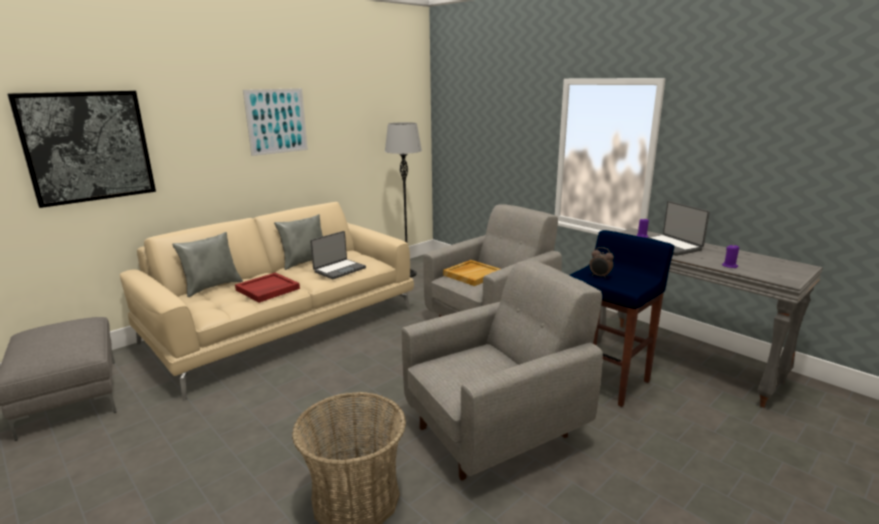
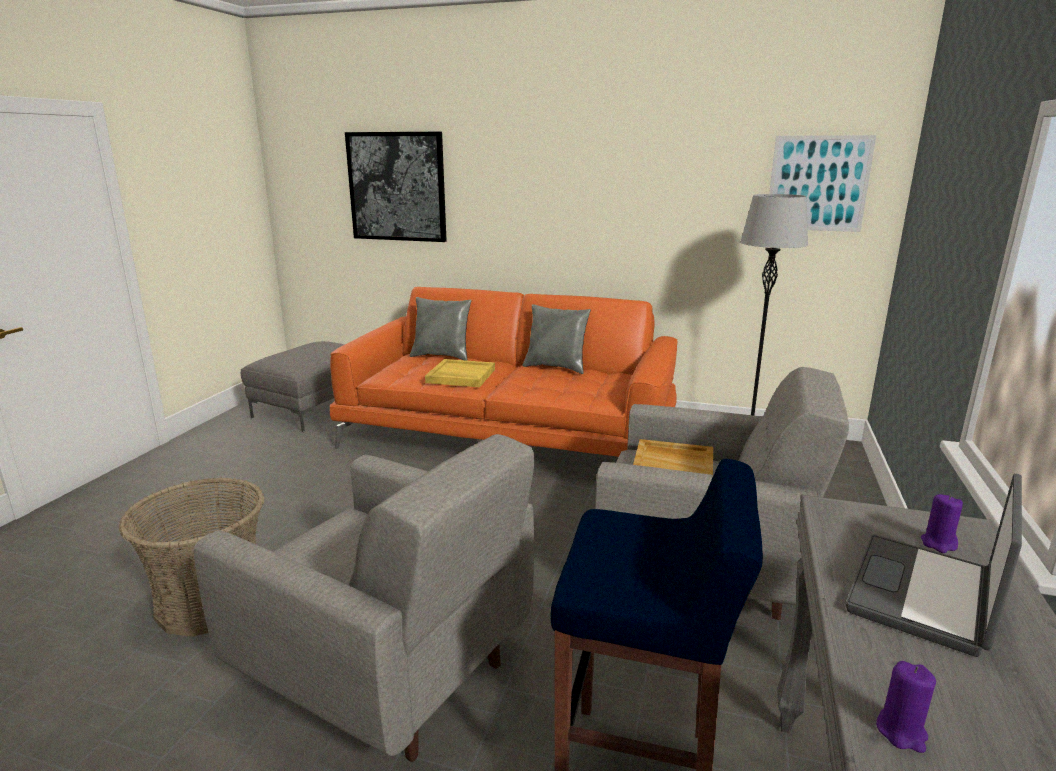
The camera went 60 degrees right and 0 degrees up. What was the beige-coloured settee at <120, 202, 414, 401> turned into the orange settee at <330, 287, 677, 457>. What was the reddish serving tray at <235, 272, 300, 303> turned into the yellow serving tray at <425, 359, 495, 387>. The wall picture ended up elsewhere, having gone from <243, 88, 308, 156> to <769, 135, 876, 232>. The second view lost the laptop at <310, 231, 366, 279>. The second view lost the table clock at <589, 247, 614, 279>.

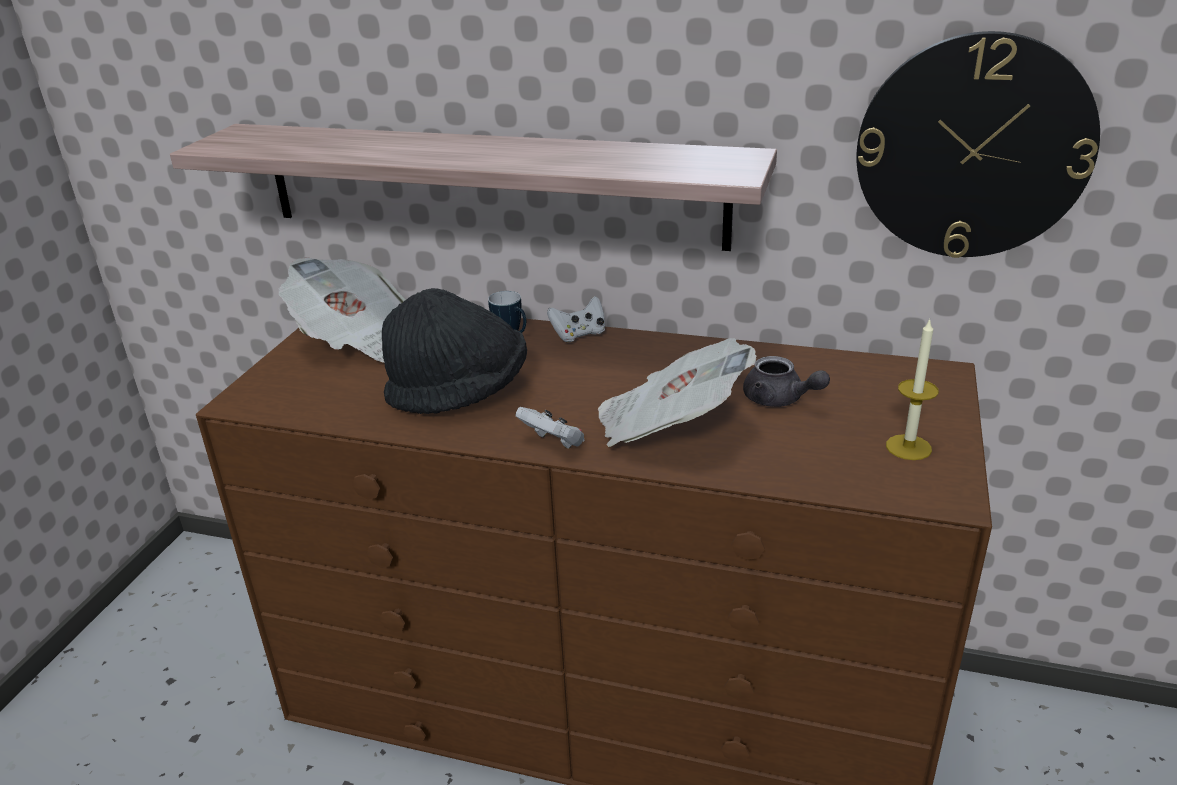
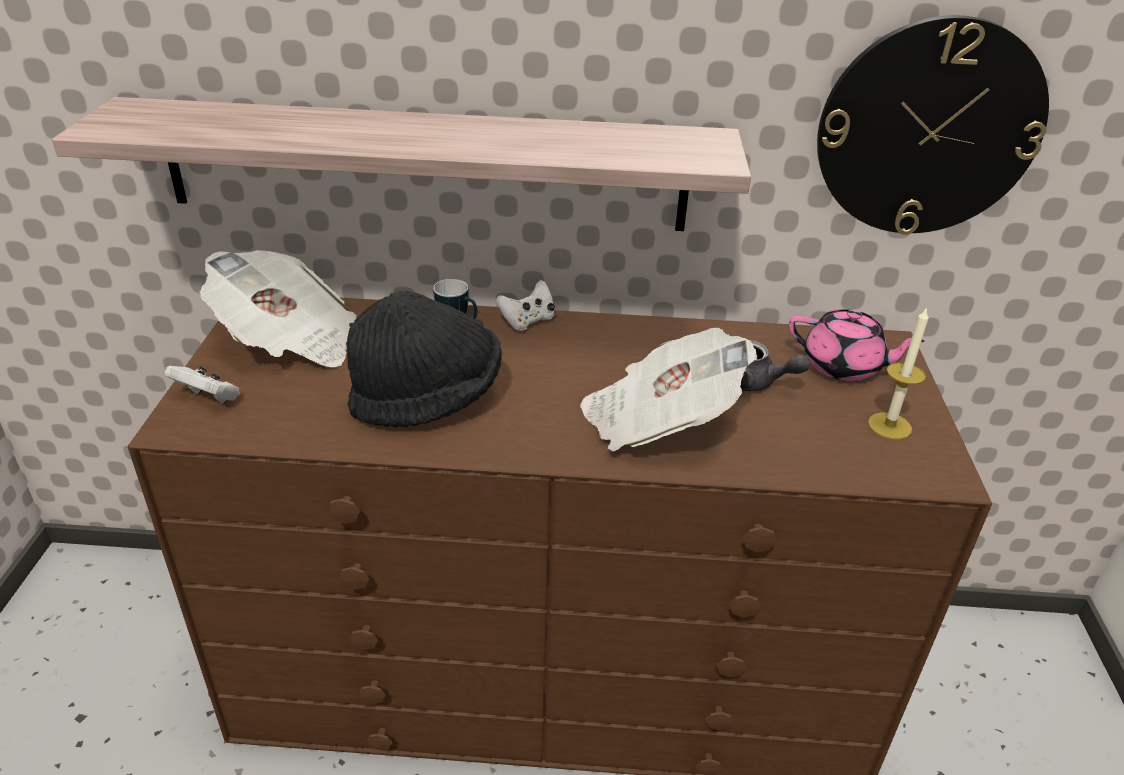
The camera went 15 degrees left and 5 degrees up. The whitish gamepad ended up elsewhere, having gone from <515, 407, 584, 449> to <165, 366, 240, 403>. The second view gained the pinkish tea pot at <789, 309, 924, 381>.

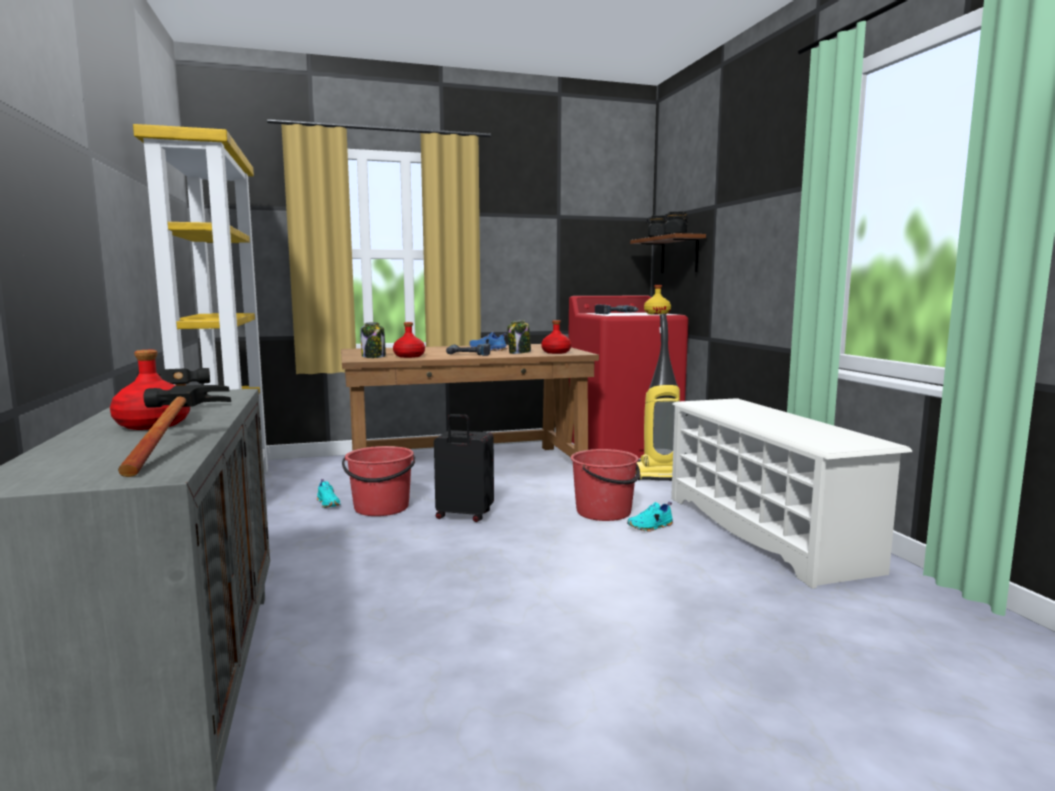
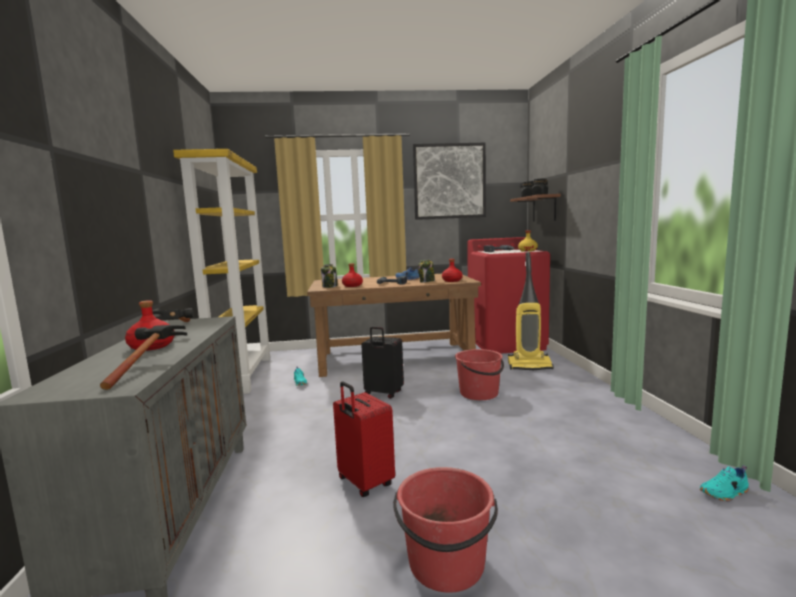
The camera went 10 degrees right and 0 degrees up. The second view gained the reddish suitcase at <333, 381, 395, 497>. The reddish pail ended up elsewhere, having gone from <342, 446, 415, 516> to <393, 467, 498, 593>. The second view gained the wall picture at <413, 143, 486, 220>. The turquoise item of footwear ended up elsewhere, having gone from <627, 502, 673, 532> to <700, 465, 749, 501>. The second view lost the whitish shoe stand at <671, 398, 912, 589>.

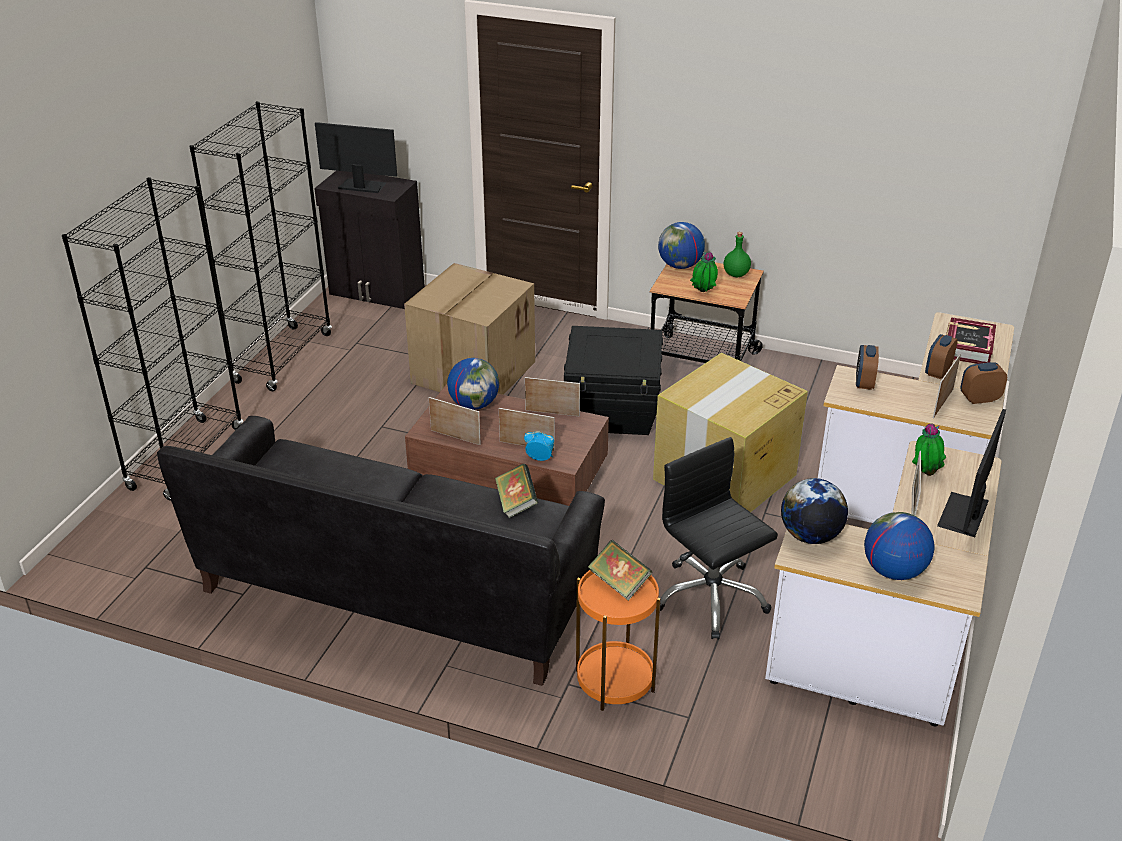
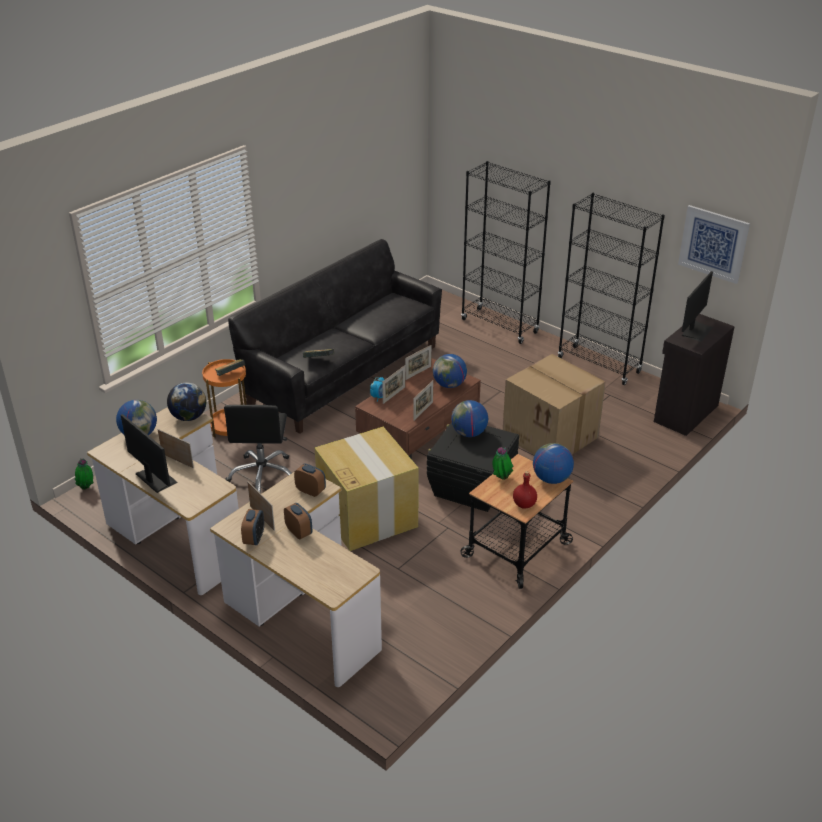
The camera went 110 degrees right and 0 degrees up. The potted plant ended up elsewhere, having gone from <912, 423, 946, 476> to <74, 458, 94, 490>. The black office chair at <660, 437, 778, 639> ended up facing another way, 105 degrees clockwise from before. The second view gained the desk globe at <451, 400, 488, 437>. What was the green-coloured beverage bottle at <724, 232, 751, 278> turned into the reddish beverage bottle at <513, 471, 537, 509>. The second view gained the wall picture at <678, 205, 750, 284>. The second view lost the bound book at <946, 317, 996, 364>.

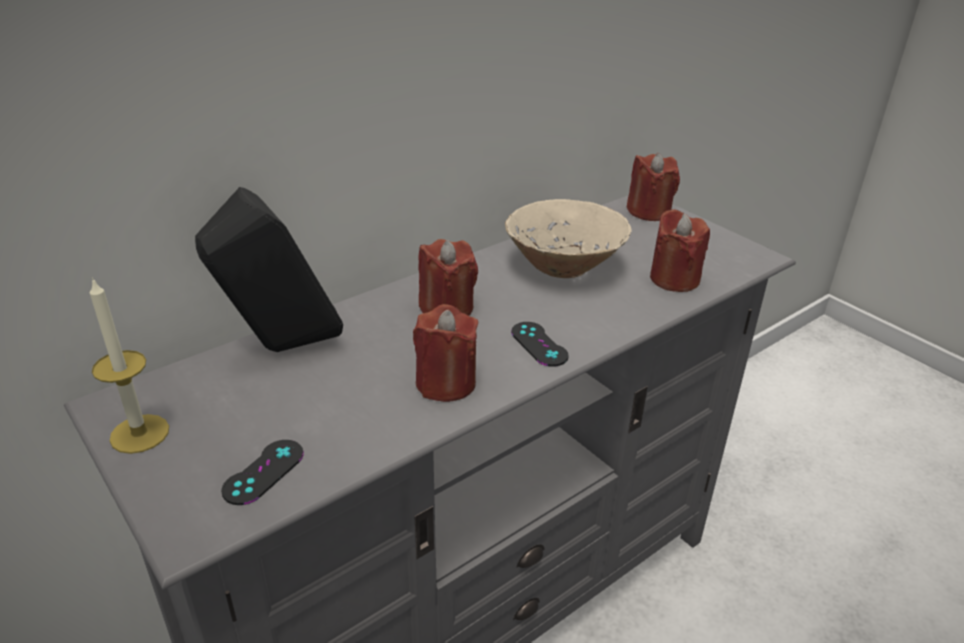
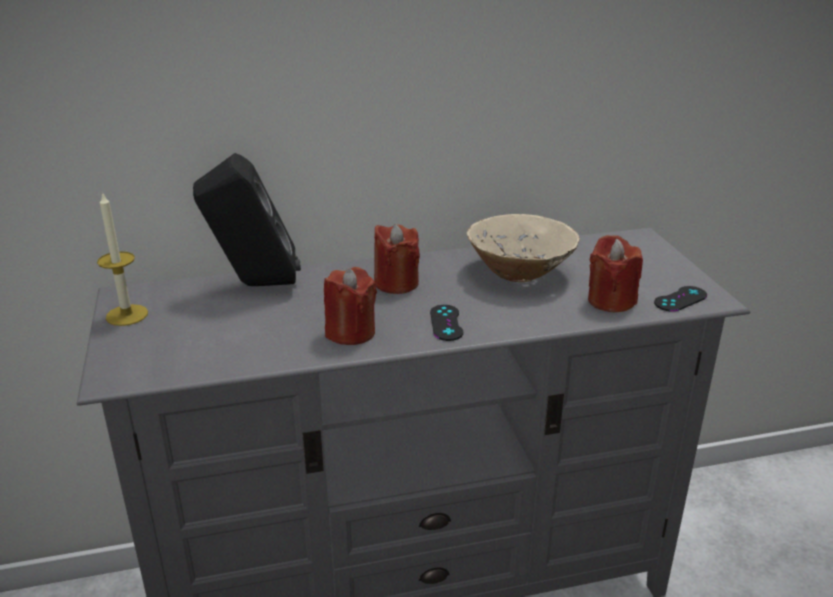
The camera went 25 degrees right and 5 degrees down. The black gamepad ended up elsewhere, having gone from <221, 440, 304, 505> to <654, 286, 707, 312>. The second view lost the reddish wax light at <627, 153, 680, 221>.

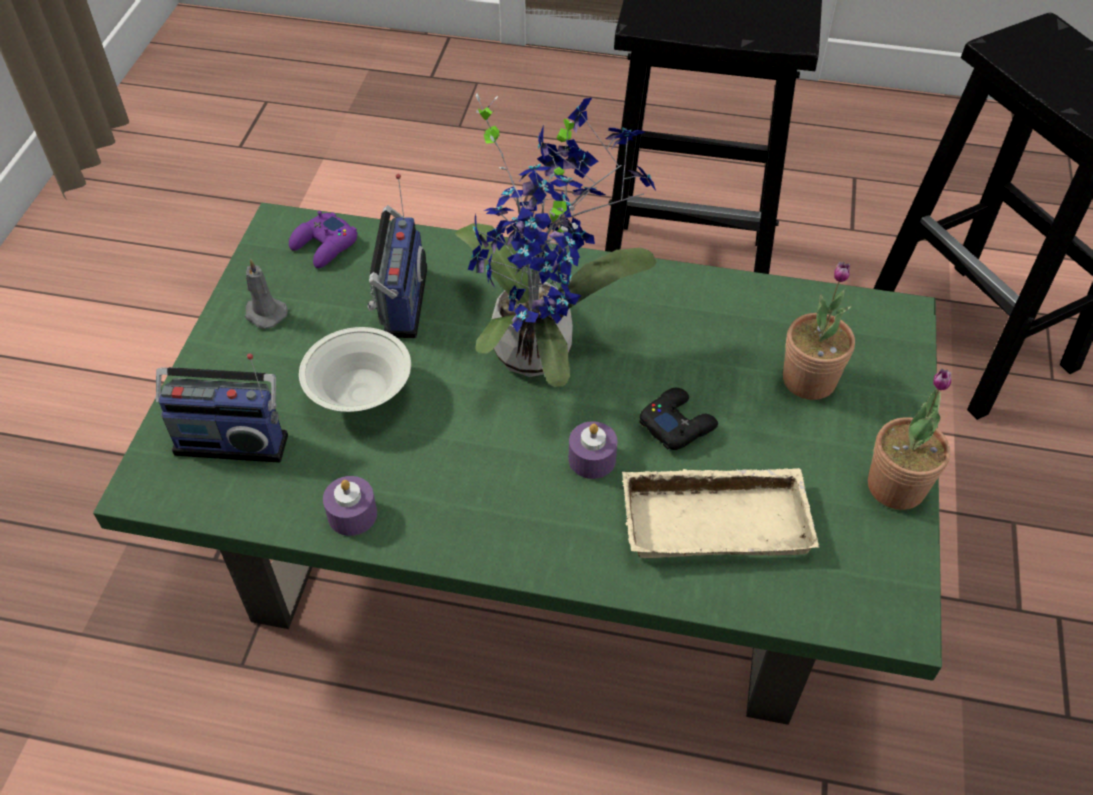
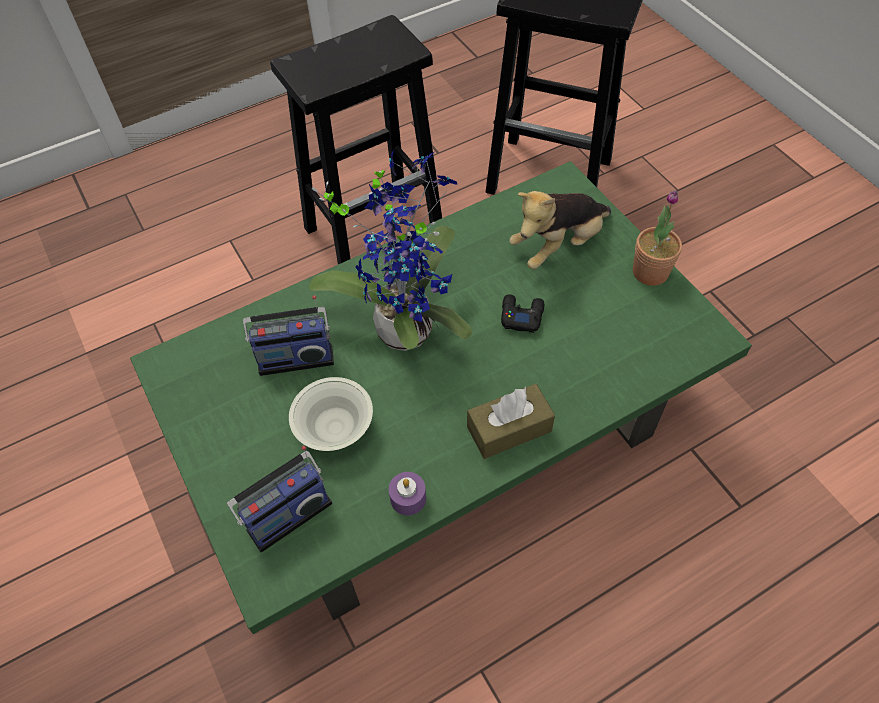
The camera went 40 degrees left and 5 degrees up. The radio set at <367, 174, 427, 338> ended up facing another way, 120 degrees clockwise from before. The second view gained the brown-coloured tissue box at <467, 384, 555, 459>. Where the potted plant stood at <783, 262, 855, 400>, the soft toy came to stand at <509, 191, 611, 270>. The second view lost the gray wax light at <245, 259, 288, 328>. The second view lost the purplish gamepad at <289, 211, 357, 268>. The second view lost the purplish wax light at <569, 421, 617, 479>. The second view lost the beige-coloured serving tray at <622, 468, 819, 558>.

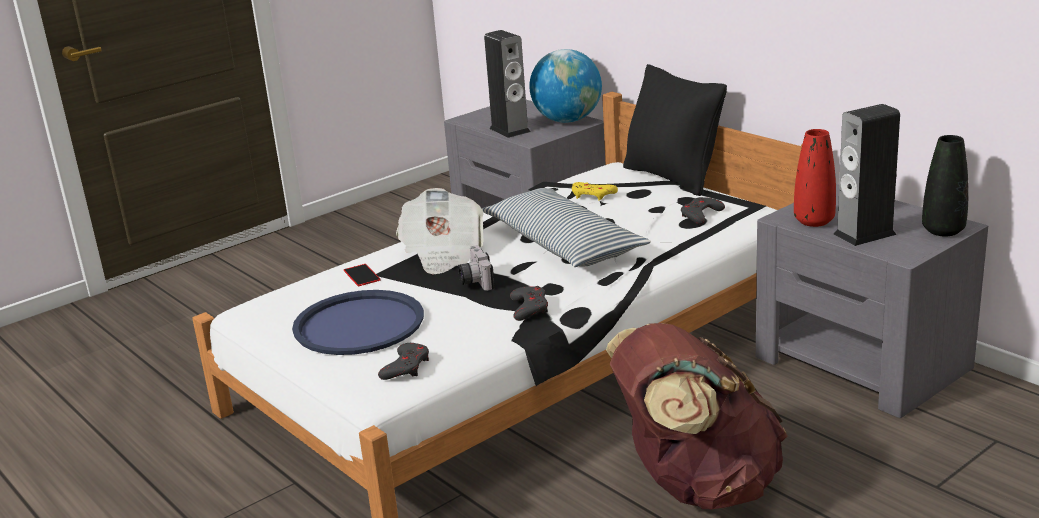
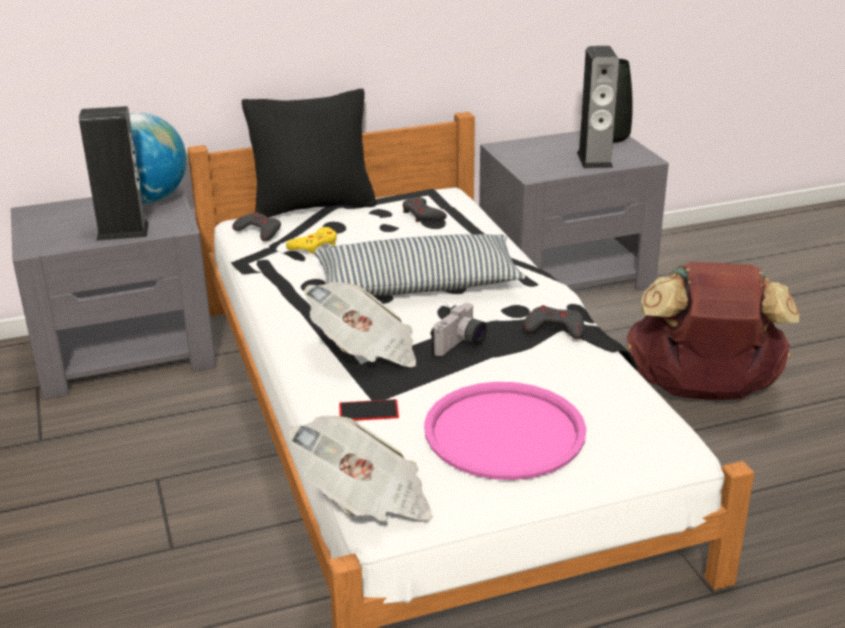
The camera went 70 degrees left and 5 degrees up. The gray gamepad ended up elsewhere, having gone from <378, 343, 429, 380> to <232, 212, 281, 241>. The second view gained the daily paper at <289, 416, 433, 522>. What was the blue-coloured serving tray at <292, 290, 424, 355> turned into the pinkish serving tray at <424, 382, 586, 480>. The still camera at <458, 246, 495, 291> ended up facing another way, 60 degrees counterclockwise from before. The second view lost the reddish decorative vase at <794, 129, 836, 227>.

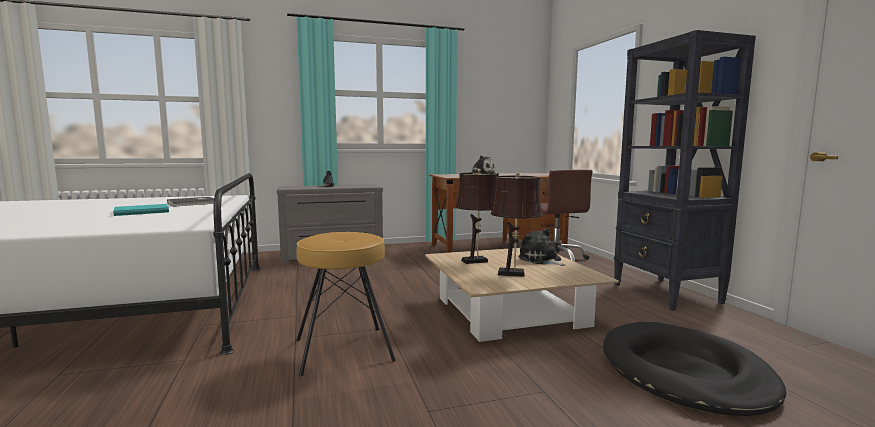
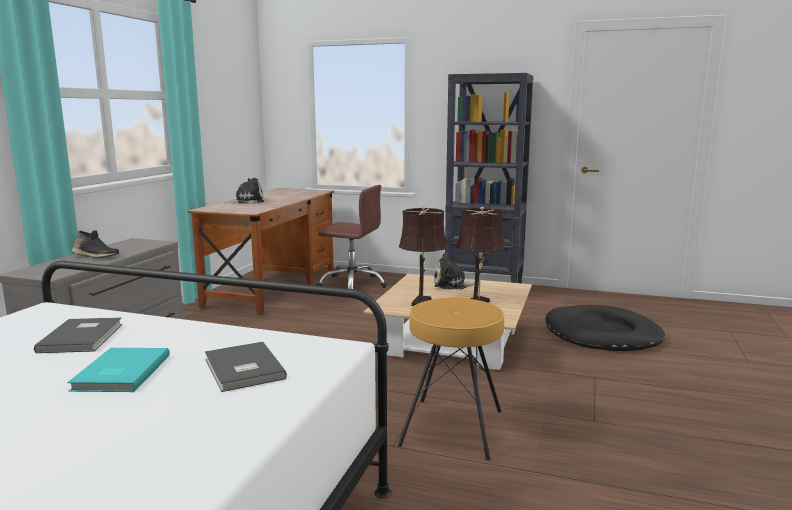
The camera went 55 degrees left and 5 degrees up. The second view gained the gray bound book at <205, 342, 287, 392>.

